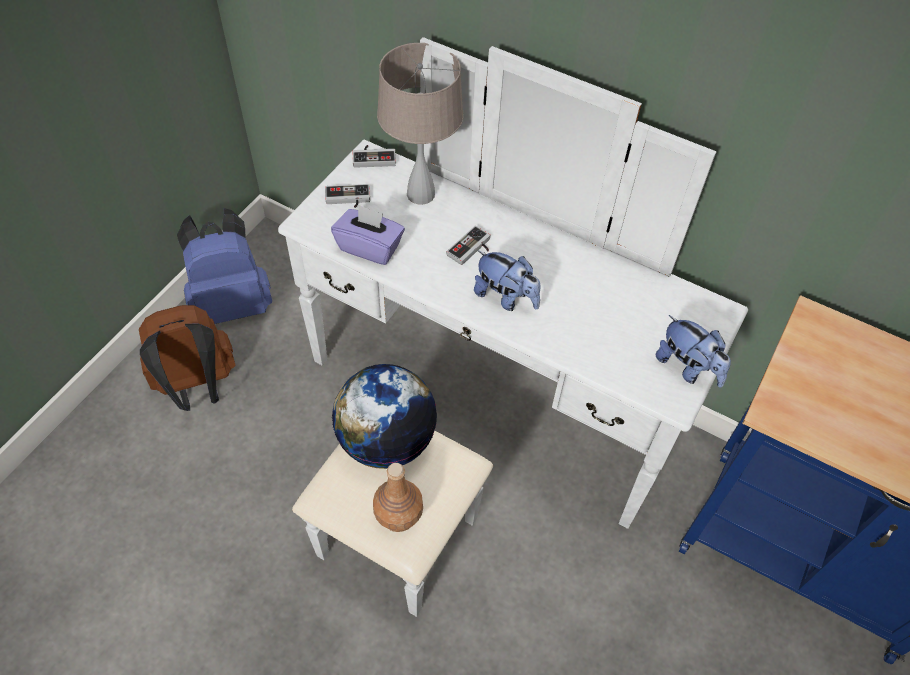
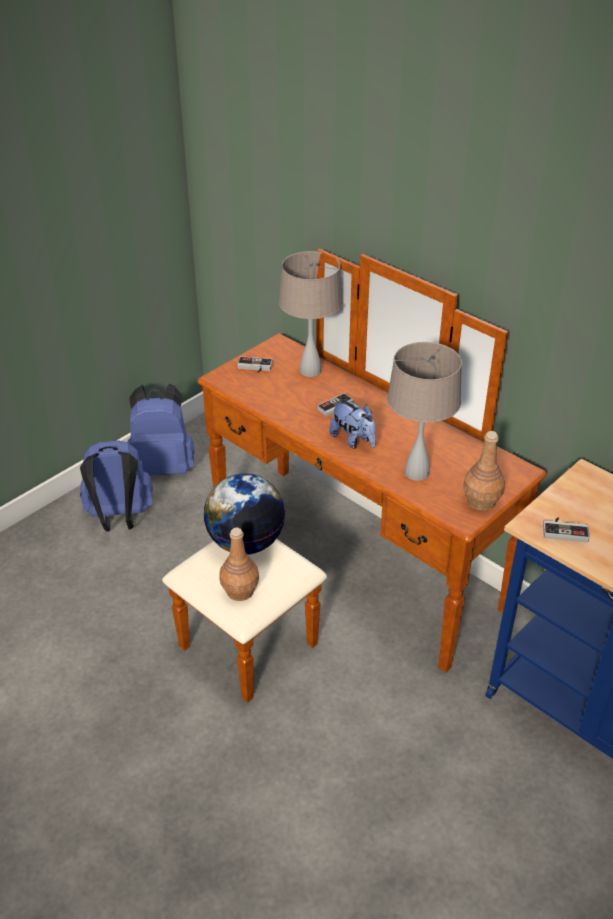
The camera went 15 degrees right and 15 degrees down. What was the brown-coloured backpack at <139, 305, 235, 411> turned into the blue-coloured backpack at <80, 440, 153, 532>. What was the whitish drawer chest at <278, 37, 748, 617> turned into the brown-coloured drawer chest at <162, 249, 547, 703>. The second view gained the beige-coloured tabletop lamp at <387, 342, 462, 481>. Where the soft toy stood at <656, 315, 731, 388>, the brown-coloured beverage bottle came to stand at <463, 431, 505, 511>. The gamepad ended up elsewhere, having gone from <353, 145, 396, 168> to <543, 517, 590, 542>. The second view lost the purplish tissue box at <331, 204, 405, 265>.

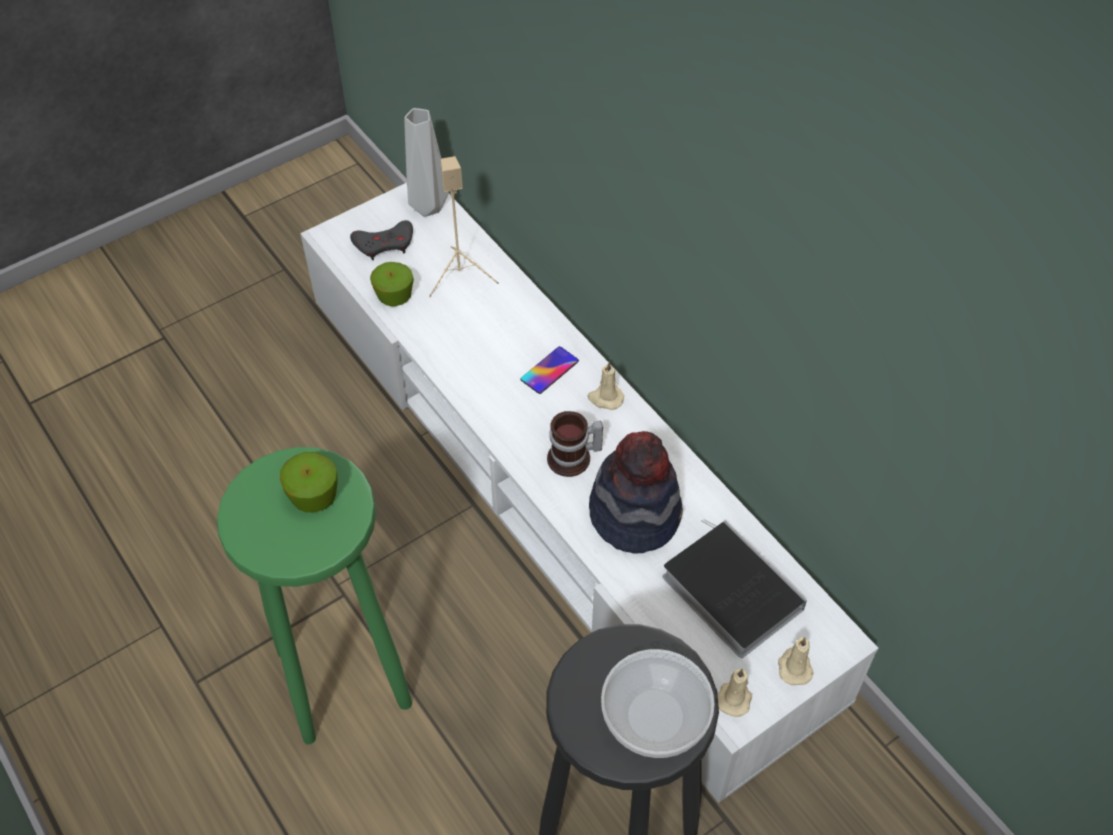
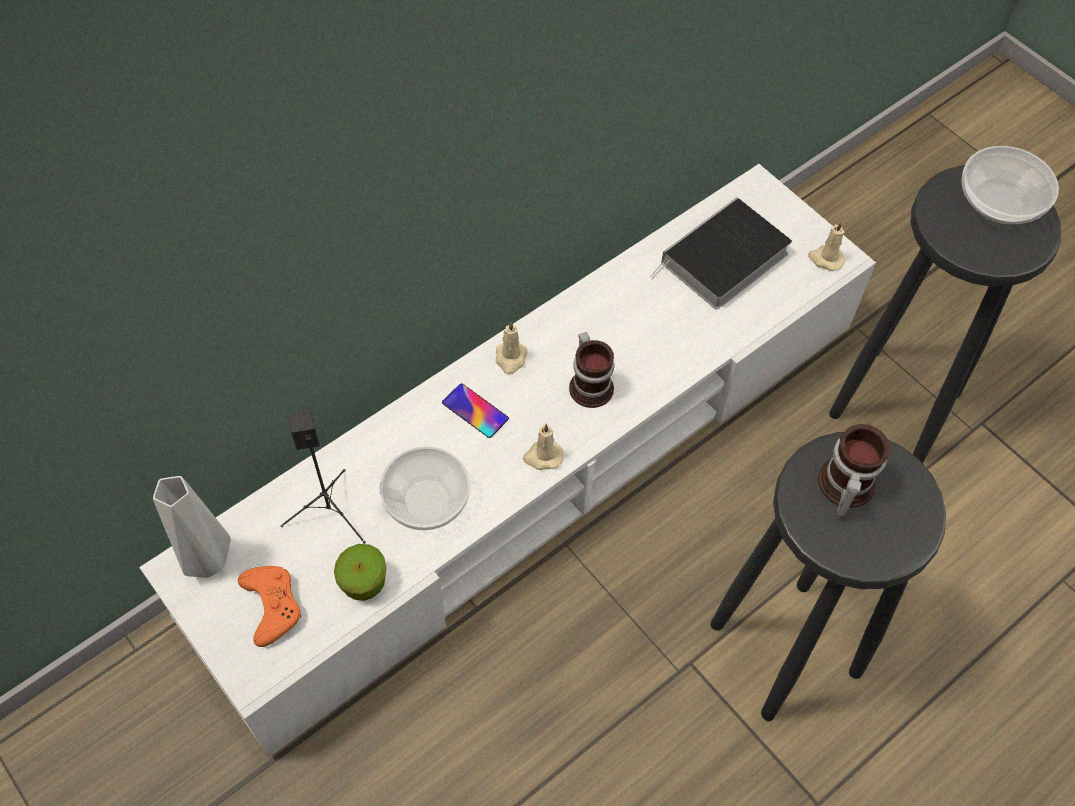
The camera went 95 degrees left and 5 degrees up. What was the gray gamepad at <350, 220, 413, 260> turned into the orange gamepad at <238, 566, 301, 647>. What was the beige-coloured speaker at <429, 156, 499, 297> turned into the black speaker at <280, 409, 366, 544>. The second view gained the deep dish at <379, 447, 470, 530>. The beige-coloured wax light ended up elsewhere, having gone from <778, 637, 814, 685> to <523, 424, 564, 470>. What was the green-coloured stool at <217, 447, 412, 744> turned into the black stool at <710, 432, 946, 721>. Where the whole apple stood at <280, 452, 338, 513>, the mug came to stand at <818, 424, 890, 517>. The second view lost the hat at <589, 431, 683, 554>.

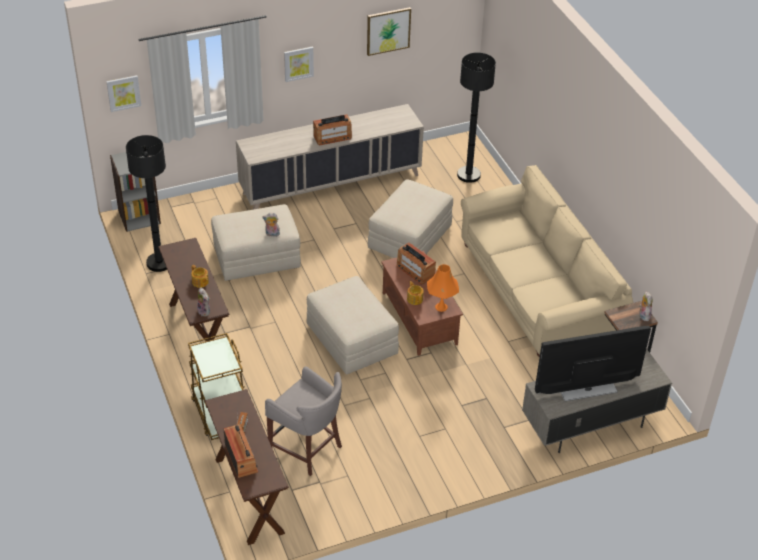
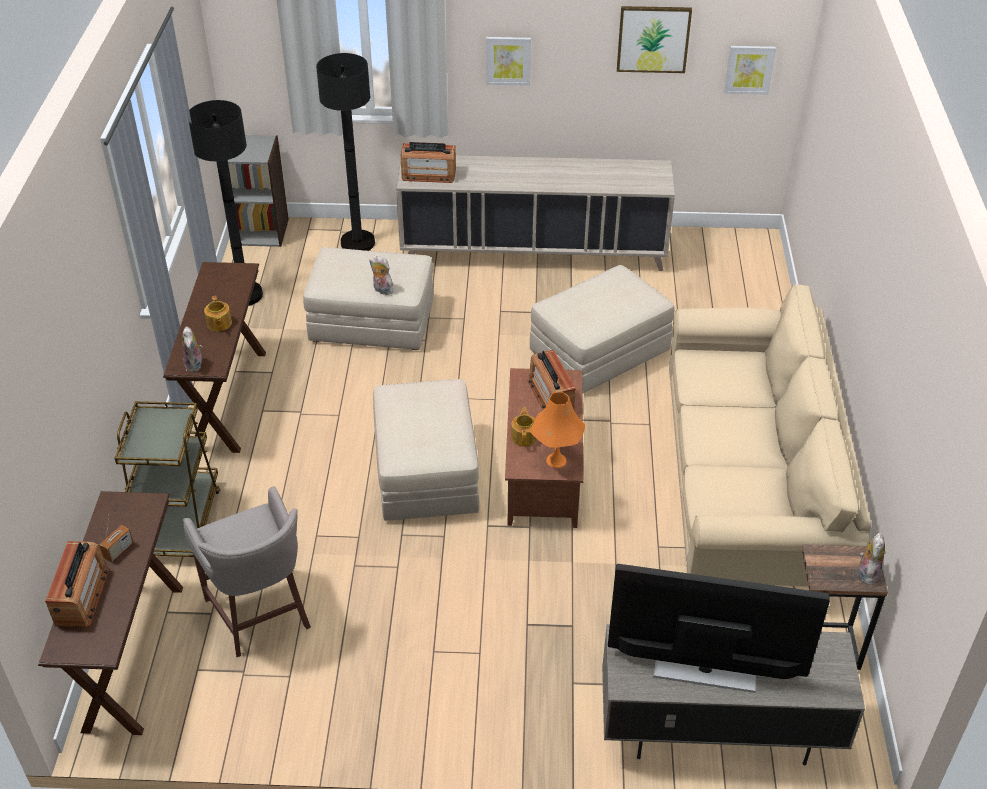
The camera went 25 degrees right and 0 degrees up. The black standing lamp ended up elsewhere, having gone from <457, 53, 496, 183> to <316, 53, 375, 251>. The radio set ended up elsewhere, having gone from <313, 114, 352, 146> to <401, 142, 456, 183>. The wall picture ended up elsewhere, having gone from <106, 75, 141, 112> to <724, 46, 776, 94>.

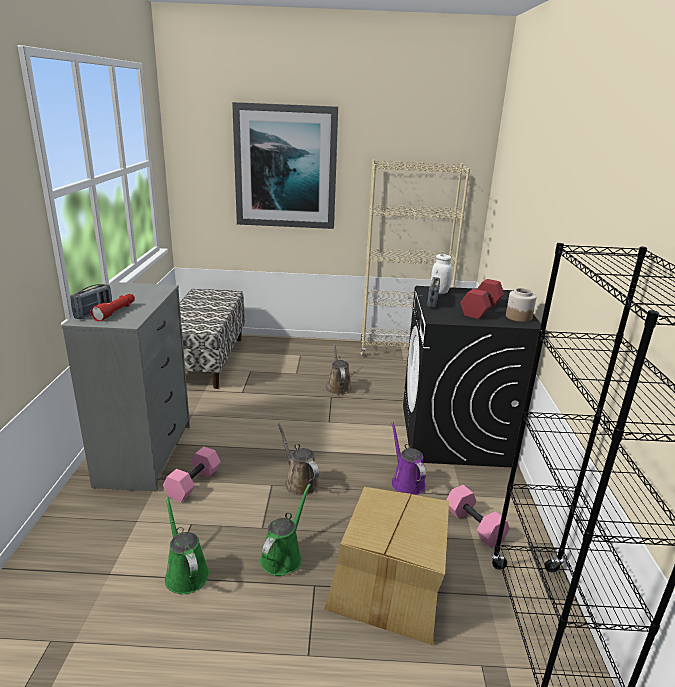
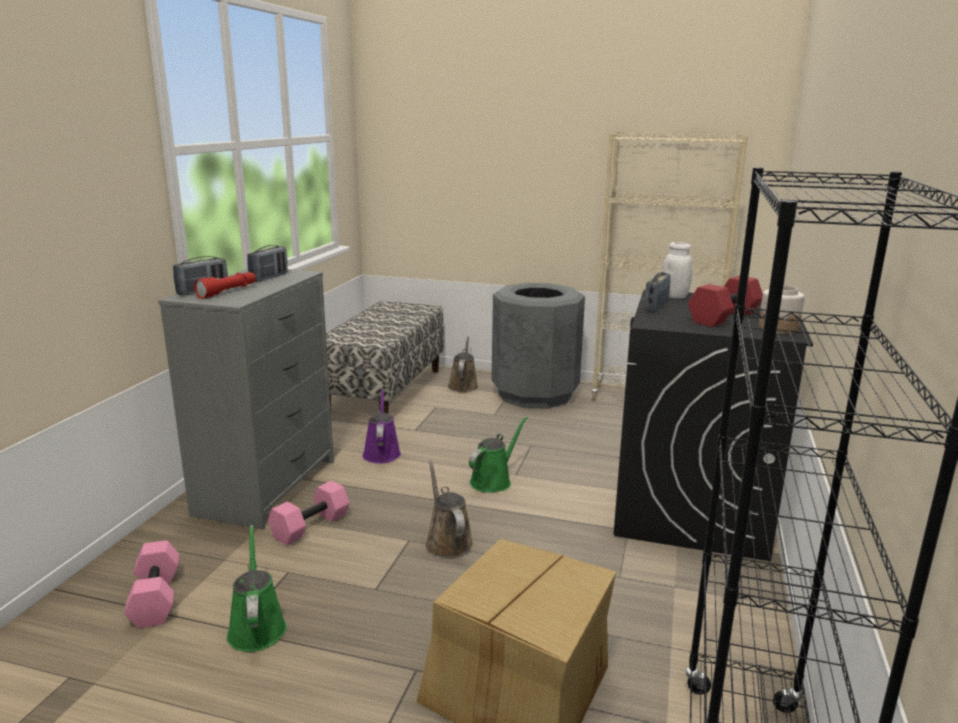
The camera went 15 degrees right and 5 degrees down. The pinkish hand weight ended up elsewhere, having gone from <446, 485, 510, 548> to <124, 540, 180, 628>. The second view gained the radio set at <247, 245, 288, 282>. The purplish watering pot ended up elsewhere, having gone from <391, 422, 426, 495> to <363, 390, 401, 464>. The brown-coloured watering pot ended up elsewhere, having gone from <326, 343, 352, 394> to <448, 337, 478, 392>. The green-coloured watering pot ended up elsewhere, having gone from <260, 484, 311, 576> to <469, 417, 527, 493>. The second view gained the gray trash can at <491, 283, 585, 409>. The second view lost the wall picture at <232, 102, 338, 229>.

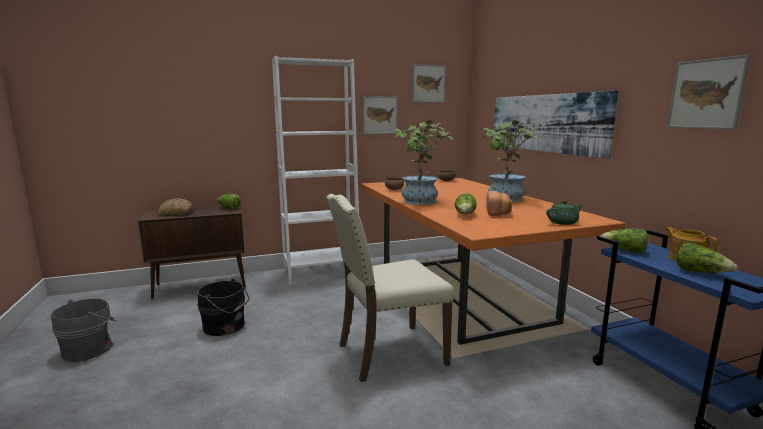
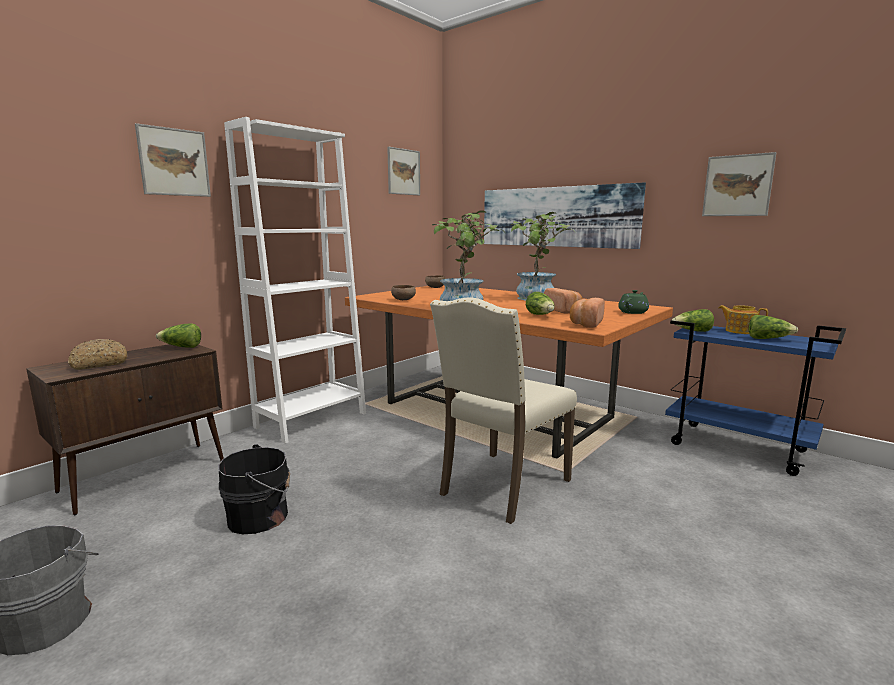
The camera went 30 degrees left and 0 degrees up. The wall picture ended up elsewhere, having gone from <362, 96, 398, 134> to <135, 123, 211, 197>. The second view gained the bakery bread at <570, 298, 605, 328>.

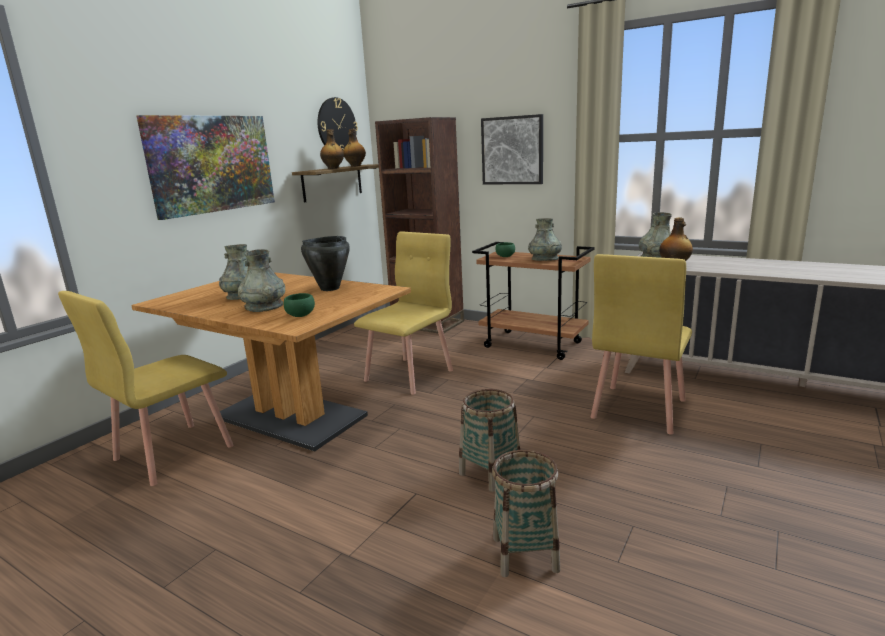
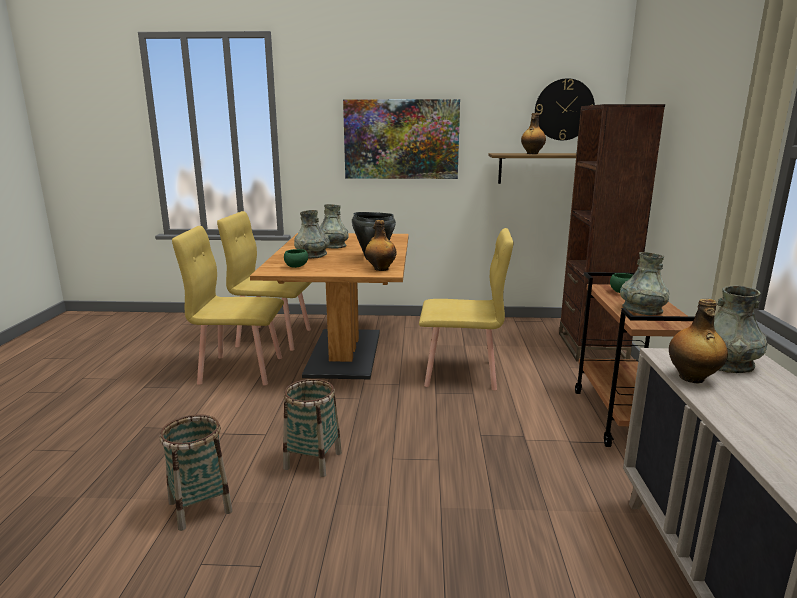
The camera went 60 degrees right and 0 degrees up. The yellow chair ended up elsewhere, having gone from <591, 254, 692, 435> to <172, 226, 284, 385>. The beverage bottle ended up elsewhere, having gone from <343, 129, 366, 167> to <365, 220, 397, 271>. The second view lost the wall picture at <481, 114, 543, 184>.

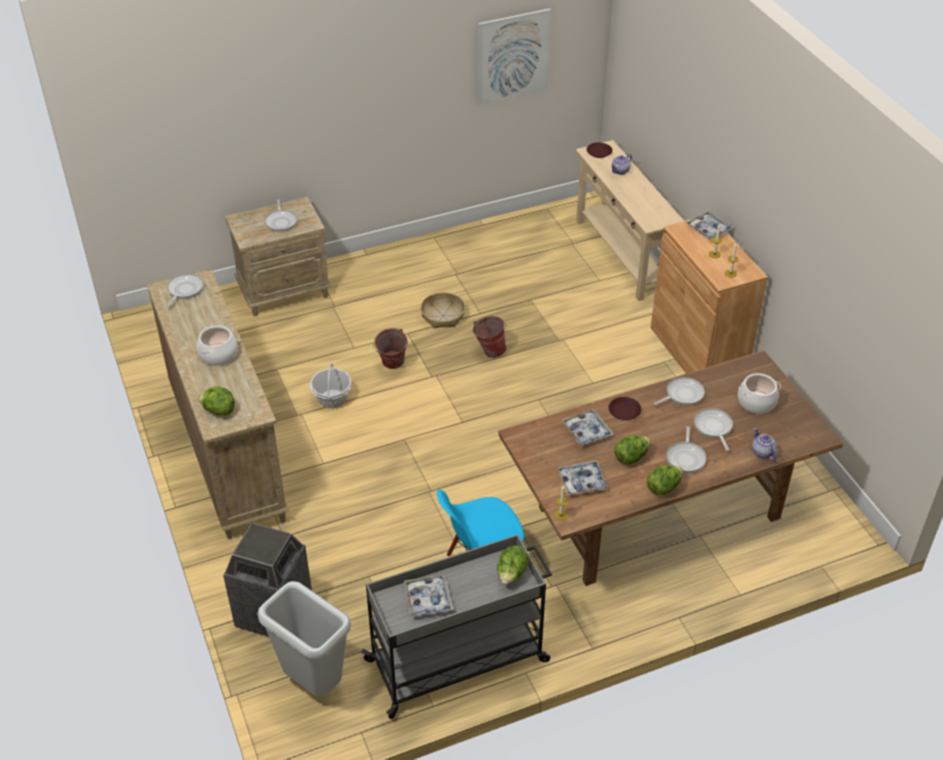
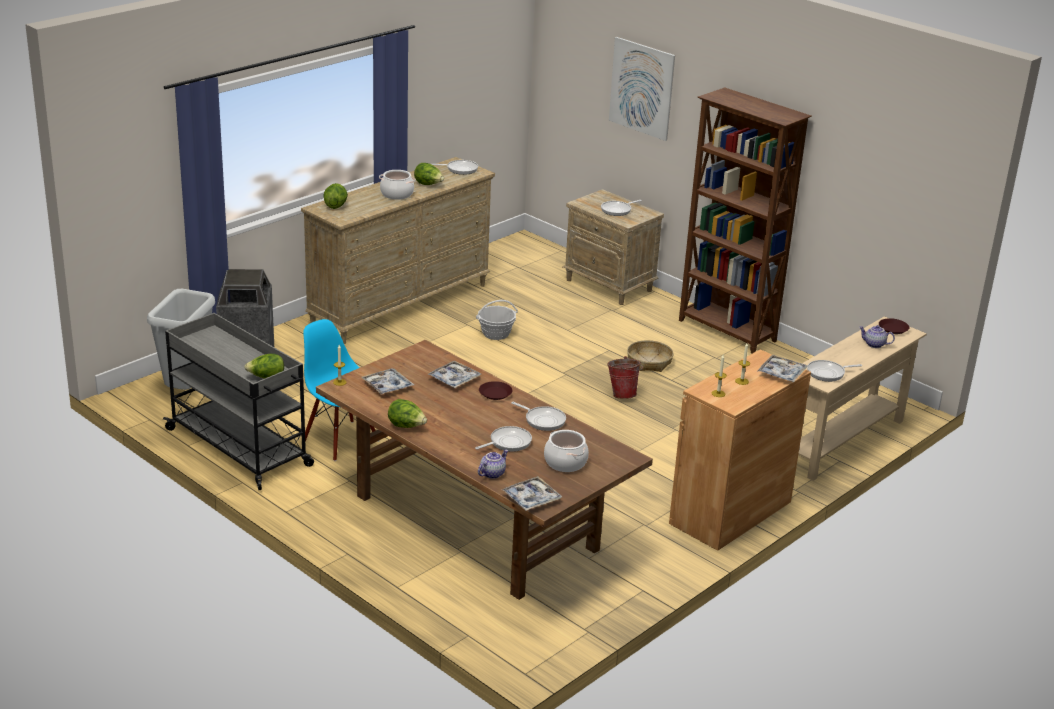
The camera went 65 degrees right and 15 degrees down. The head of lettuce ended up elsewhere, having gone from <614, 435, 651, 465> to <414, 163, 444, 185>. The serving tray ended up elsewhere, having gone from <404, 575, 453, 617> to <502, 476, 562, 511>. The wall picture ended up elsewhere, having gone from <478, 8, 551, 104> to <609, 37, 675, 141>. The second view gained the brown-coloured shelving unit at <679, 87, 812, 353>. The pan ended up elsewhere, having gone from <666, 426, 706, 473> to <807, 360, 862, 382>. The second view lost the pail at <373, 328, 407, 369>.

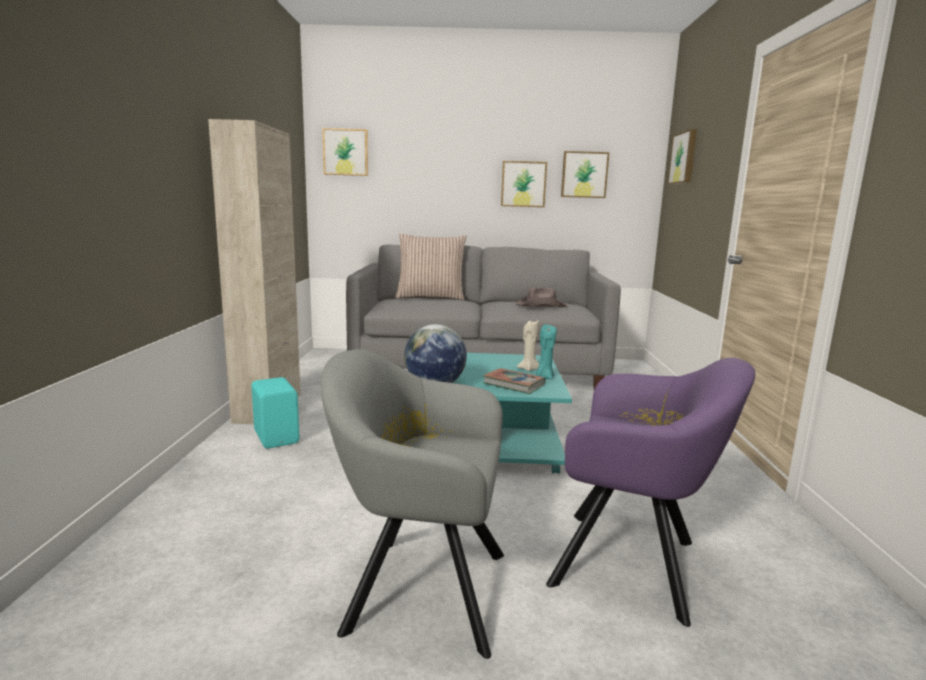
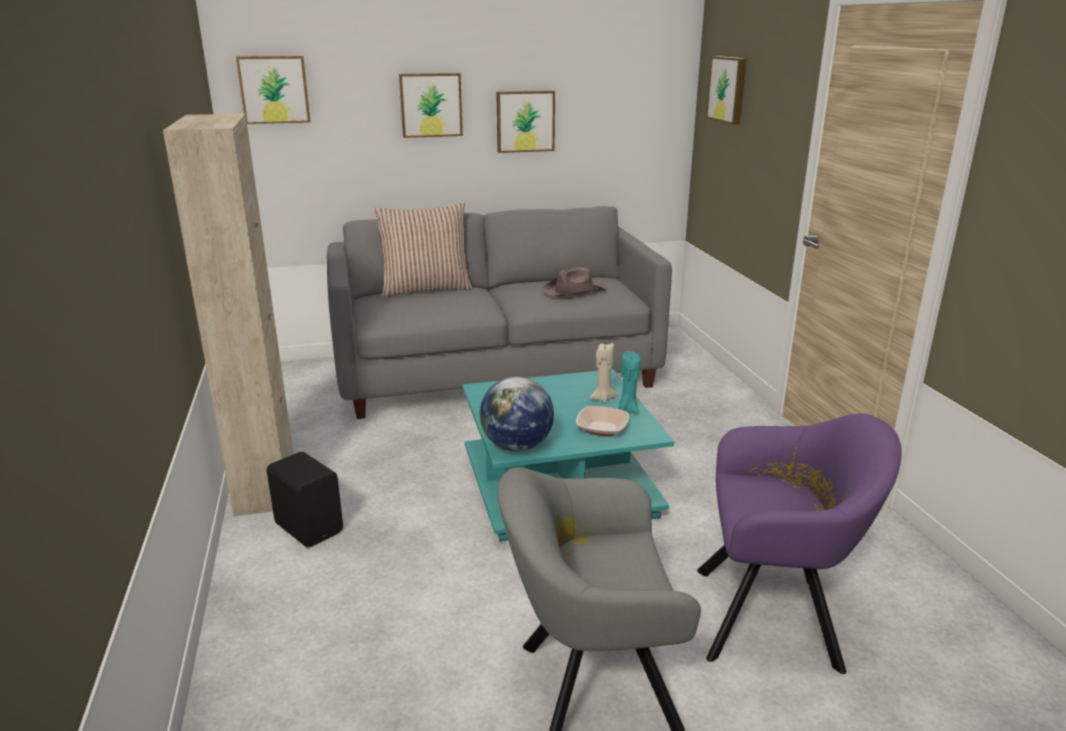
The camera went 15 degrees left and 10 degrees up. What was the turquoise speaker at <251, 377, 299, 448> turned into the black speaker at <267, 452, 343, 547>. The wall picture ended up elsewhere, having gone from <561, 151, 609, 198> to <399, 73, 463, 138>. Where the bound book stood at <484, 368, 545, 394>, the deep dish came to stand at <576, 406, 629, 436>.

